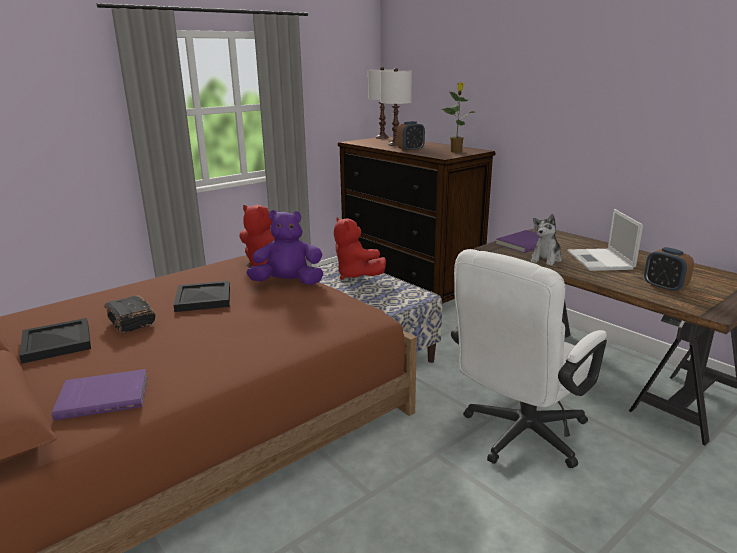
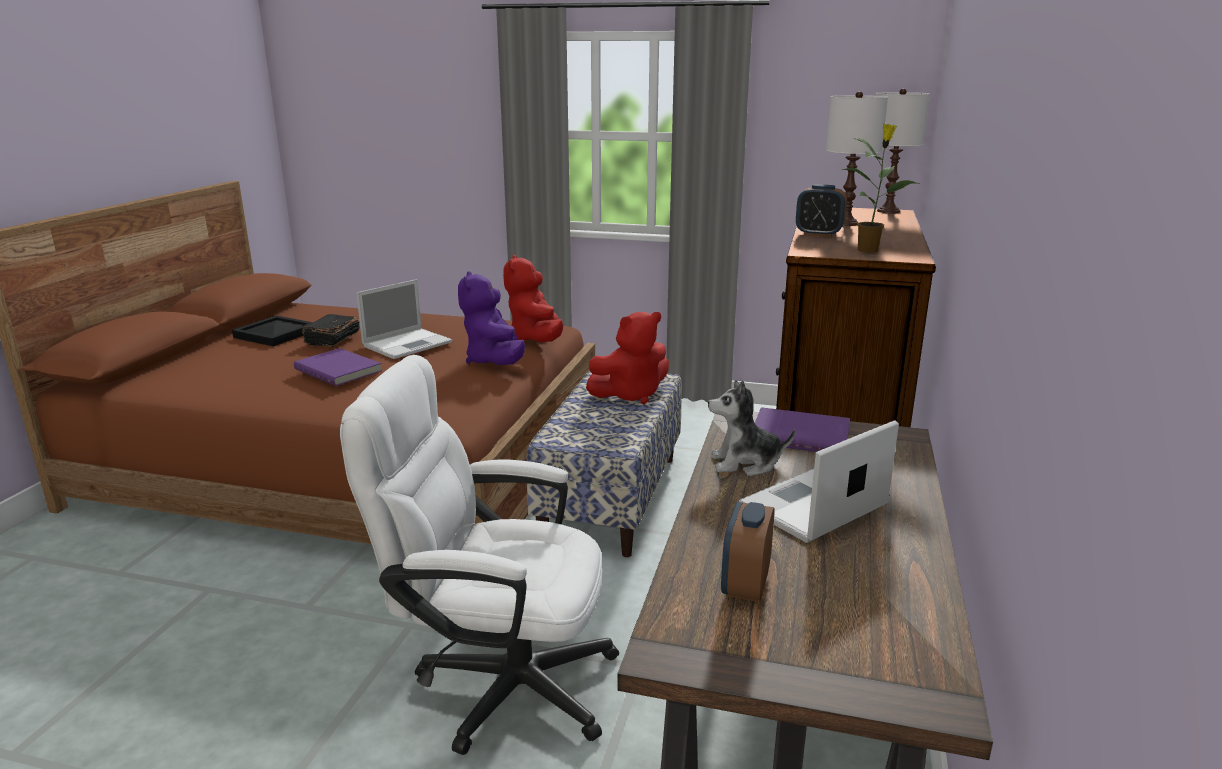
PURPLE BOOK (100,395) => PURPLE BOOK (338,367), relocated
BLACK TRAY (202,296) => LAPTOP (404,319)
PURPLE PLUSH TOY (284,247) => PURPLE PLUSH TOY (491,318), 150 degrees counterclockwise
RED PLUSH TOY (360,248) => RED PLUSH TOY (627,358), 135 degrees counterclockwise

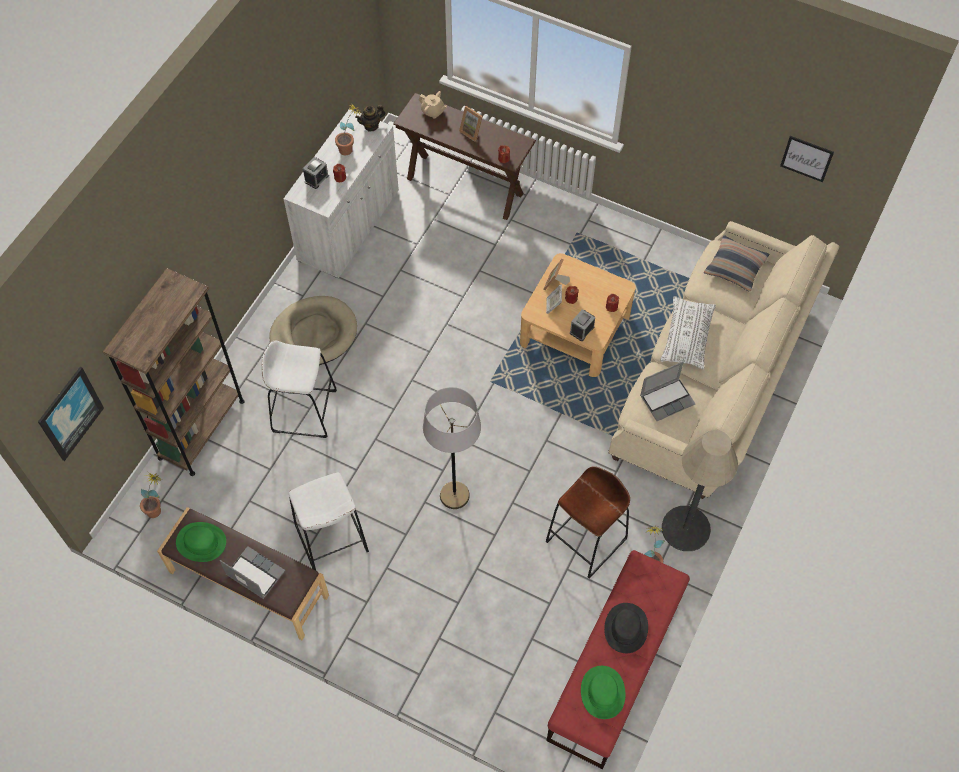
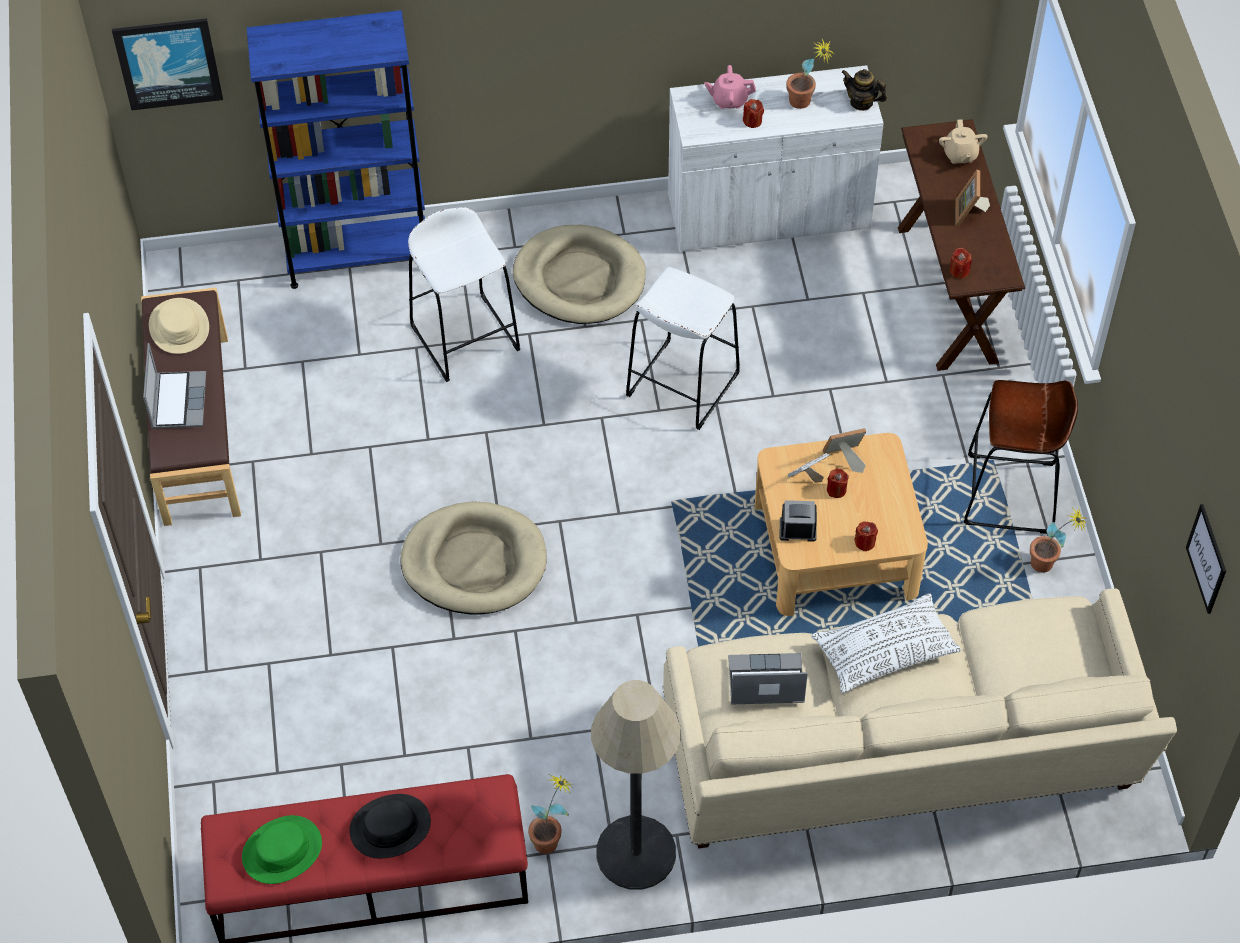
GREEN HAT (201,542) => BEIGE HAT (179,326)
BROWN BOOKCASE (174,372) => BLUE BOOKCASE (335,149)
GREY FLOOR LAMP (452,448) => BEIGE DOG BED (473,558)
WHITE STOOL (329,521) => WHITE STOOL (683,348), relocated
ALARM CLOCK (316,173) => PINK TEAPOT (730,87)
LAPTOP (668,391) => LAPTOP (768,678), 150 degrees clockwise
BROWN STOOL (587,522) => BROWN STOOL (1021,457), relocated
POTTED PLANT (151,495) => POTTED PLANT (1058,541), relocated
PILLOW (736,263) => nothing

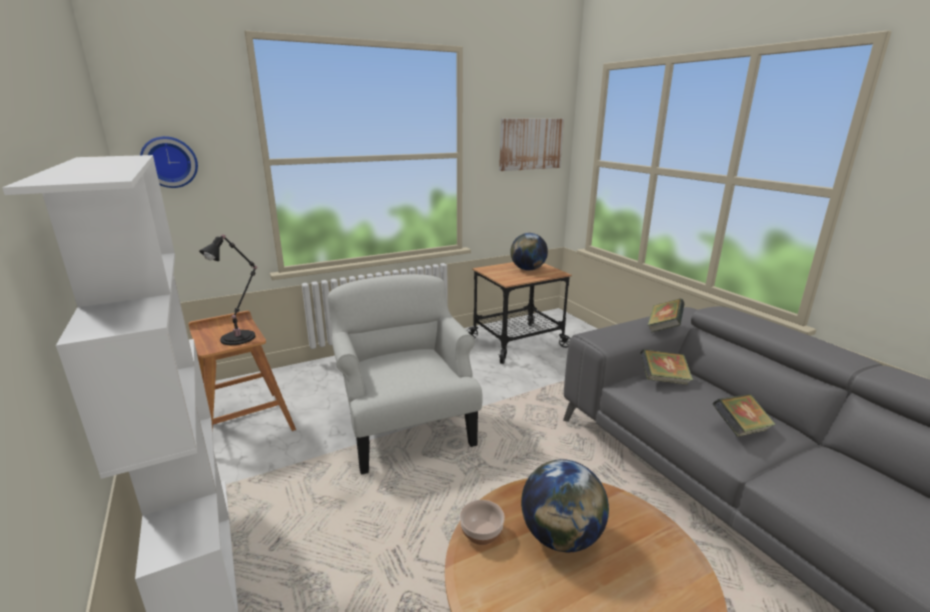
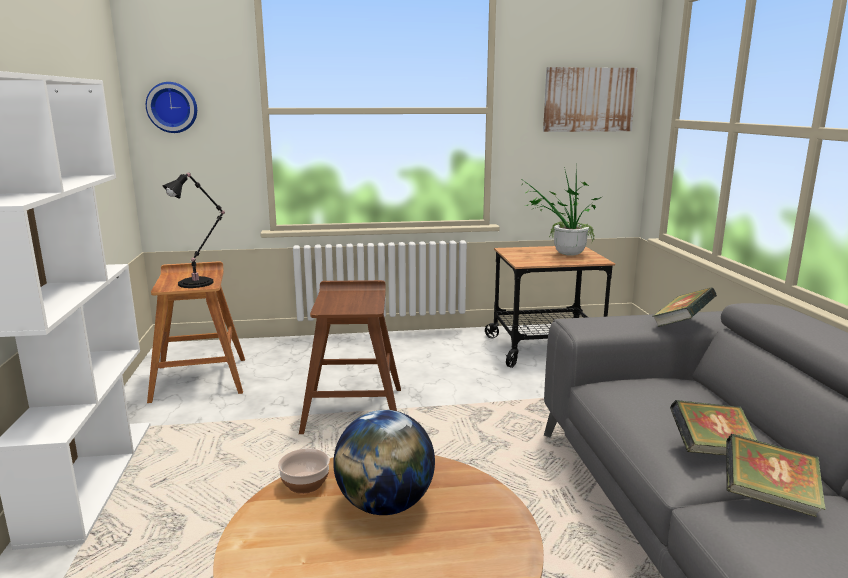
WHITE ARMCHAIR (405,374) => BROWN STOOL (350,357)
GLOBE (529,251) => POTTED PLANT (560,211)
BOOK (666,367) => BOOK (776,475), relocated

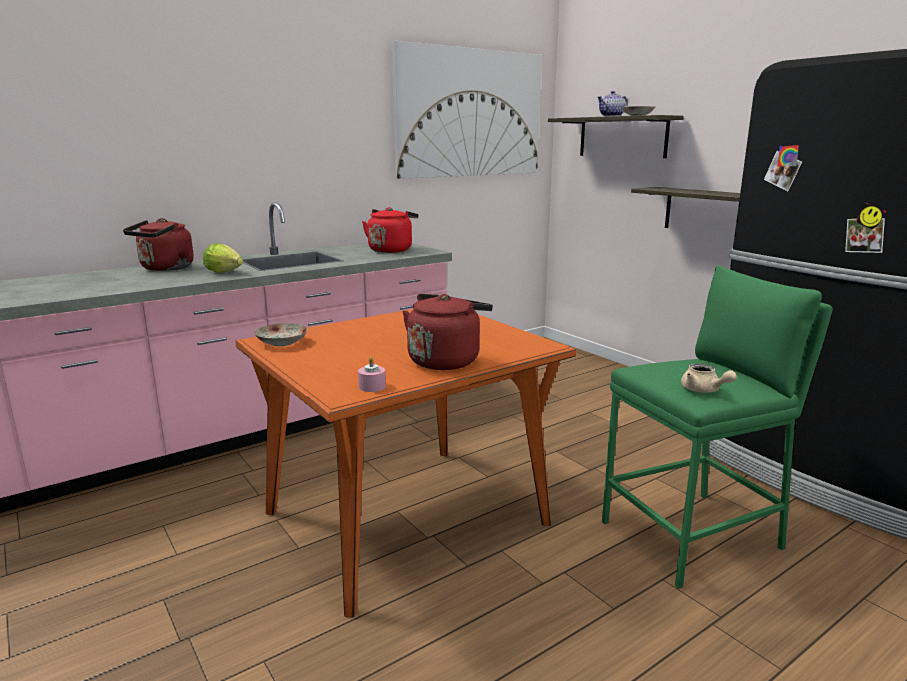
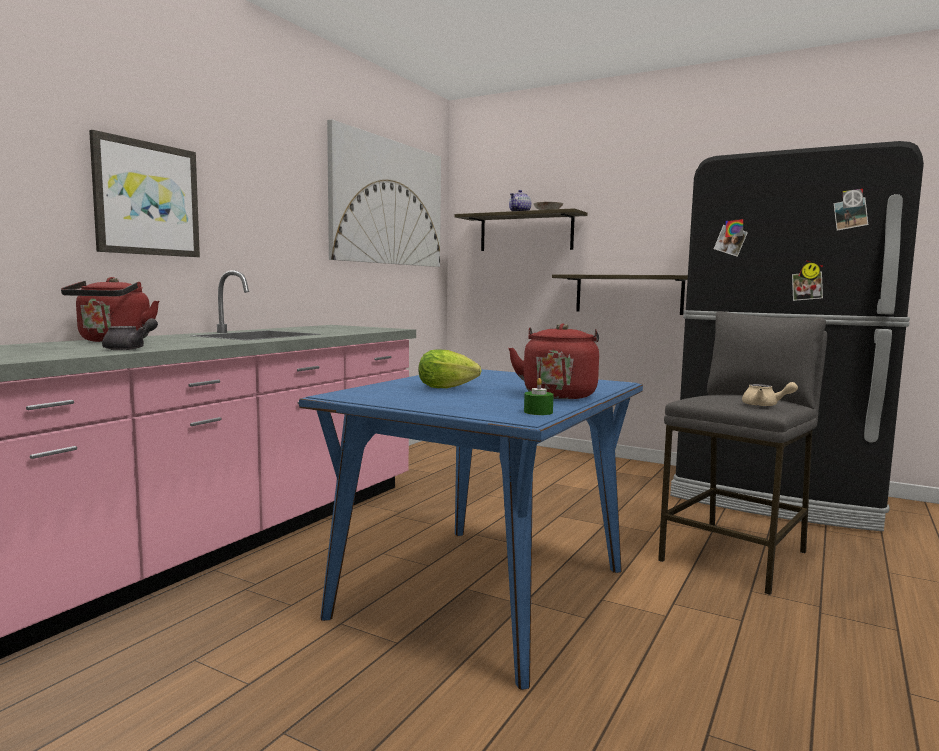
nothing => PICTURE (144,193)
nothing => GREY TEAPOT (130,334)
ORANGE DINING TABLE (405,463) => BLUE DINING TABLE (471,529)
LETTUCE (223,258) => LETTUCE (450,368), relocated
PINK CANDLE (372,374) => GREEN CANDLE (539,396)
GREEN STOOL (717,427) => GREY STOOL (742,453)
PLATE (281,334) => nothing
RED KETTLE (390,230) => nothing

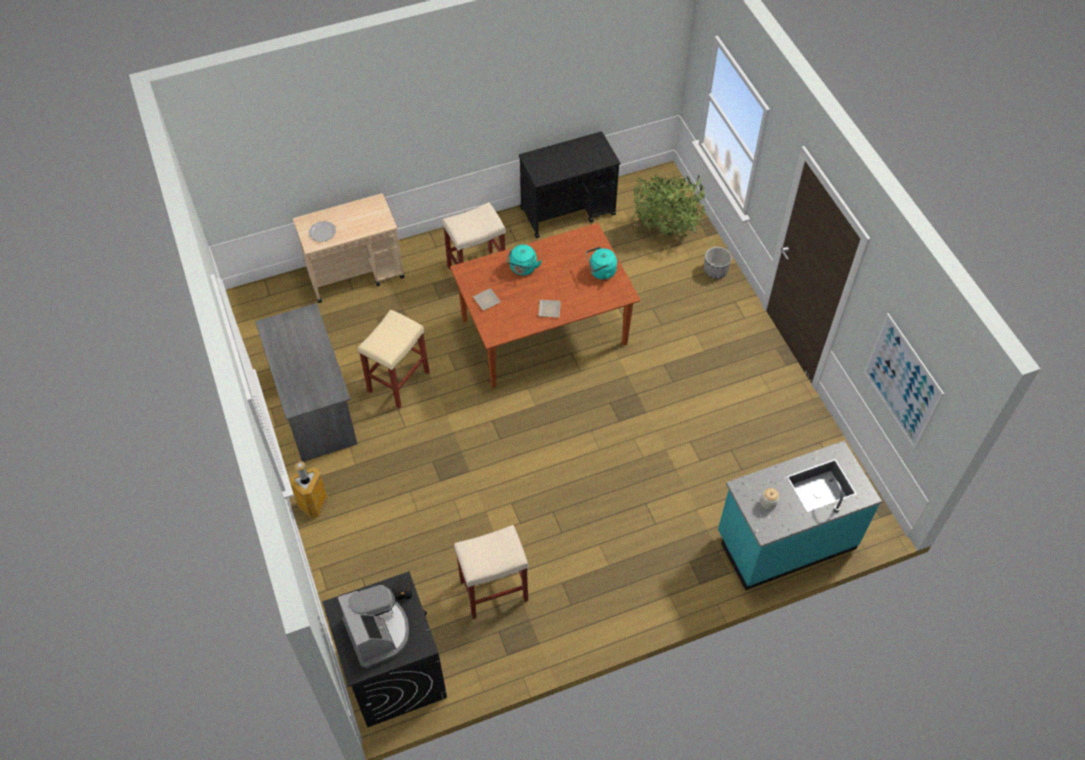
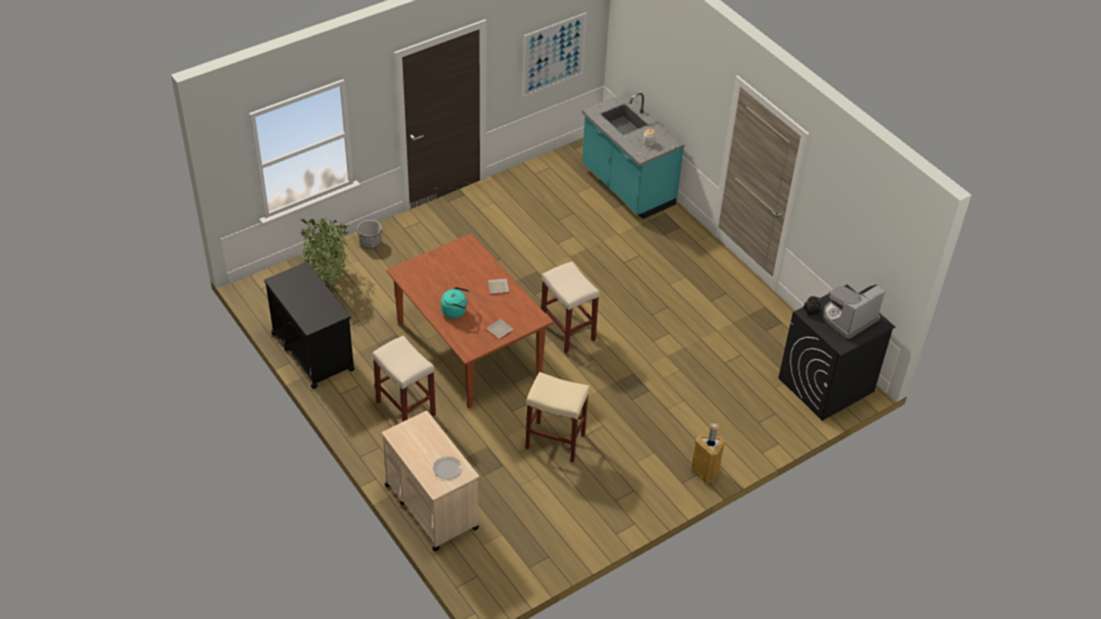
BEIGE STOOL (491,572) => BEIGE STOOL (570,307), relocated
GREY DESK (306,382) => nothing
TURQUOISE KETTLE (601,263) => nothing

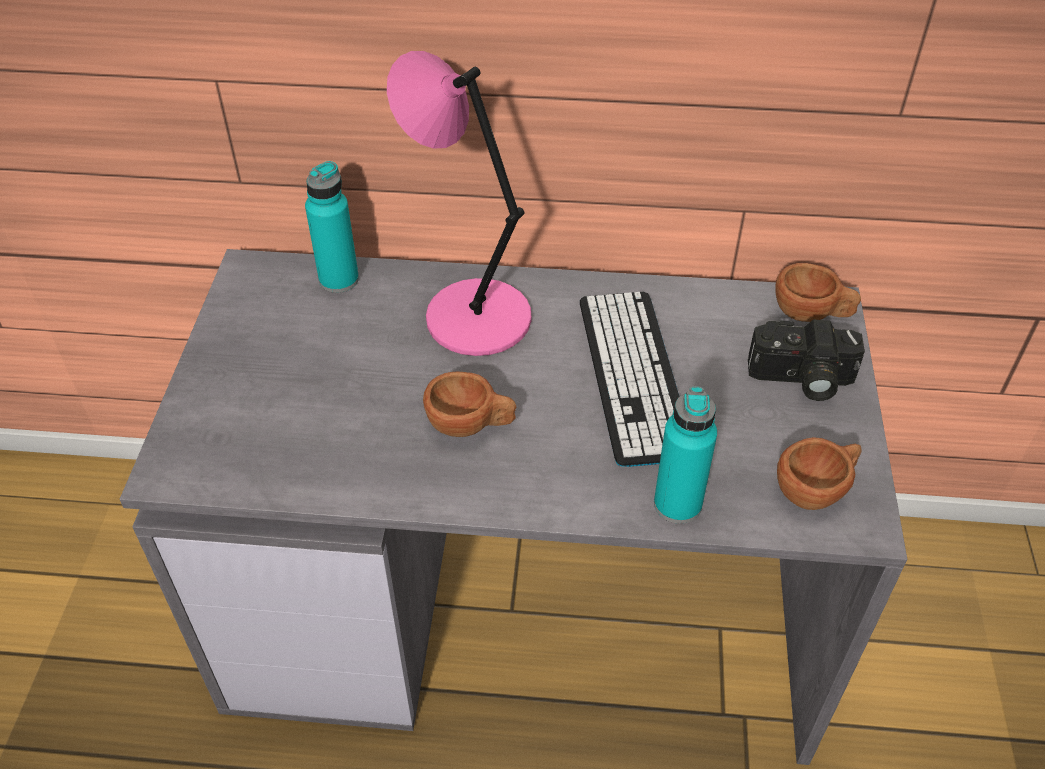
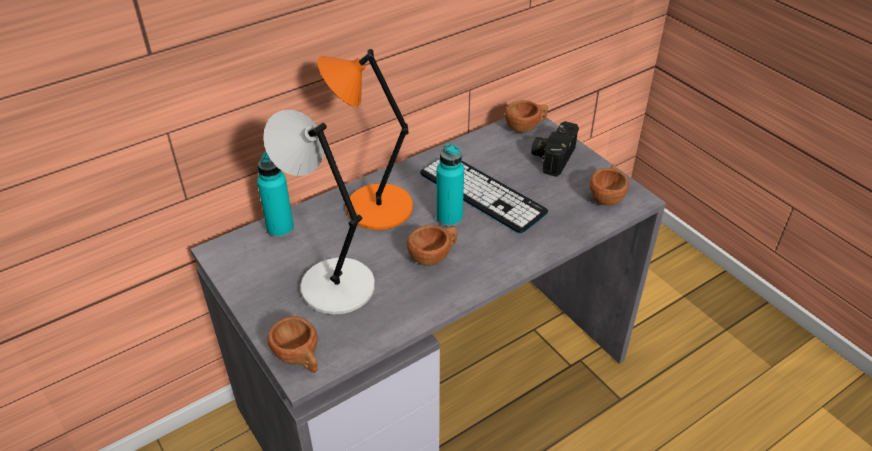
nothing => GREY TABLE LAMP (319,212)
nothing => BROWN CUP (292,344)
PINK TABLE LAMP (459,203) => ORANGE TABLE LAMP (365,139)
TURQUOISE BOTTLE (685,455) => TURQUOISE BOTTLE (450,185), relocated
PHOTO CAMERA (806,360) => PHOTO CAMERA (555,149), 150 degrees clockwise

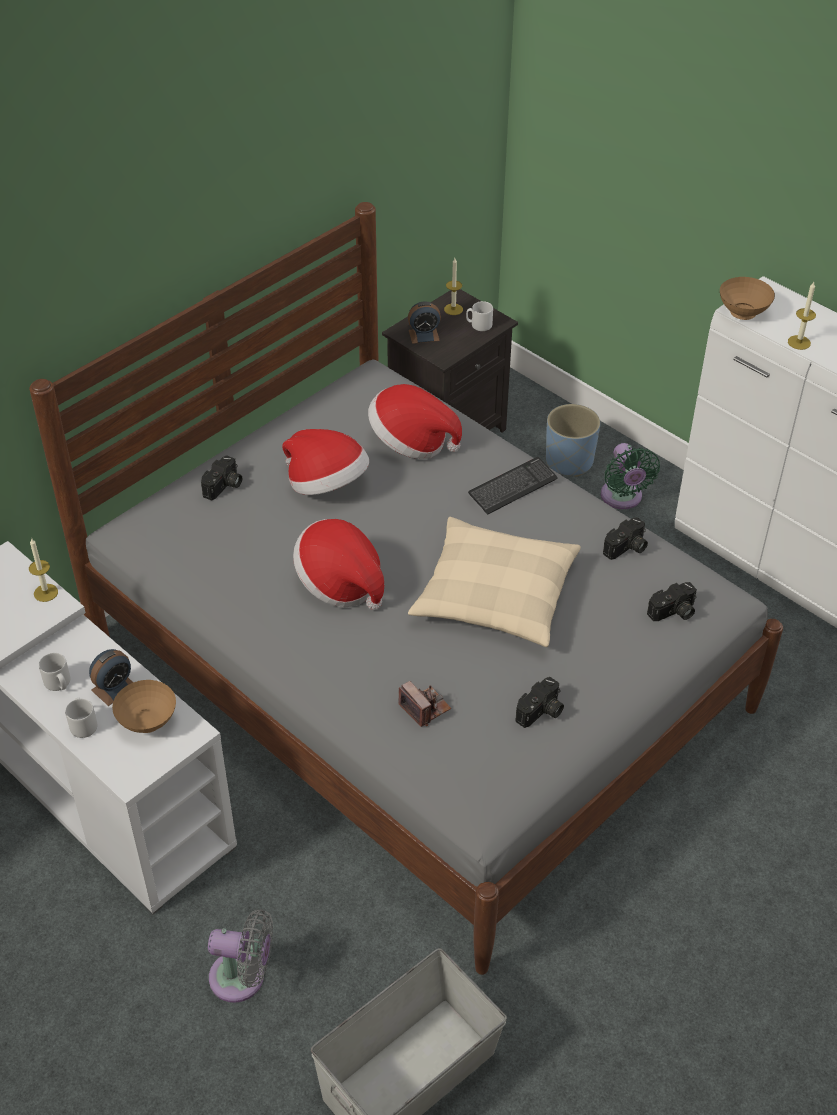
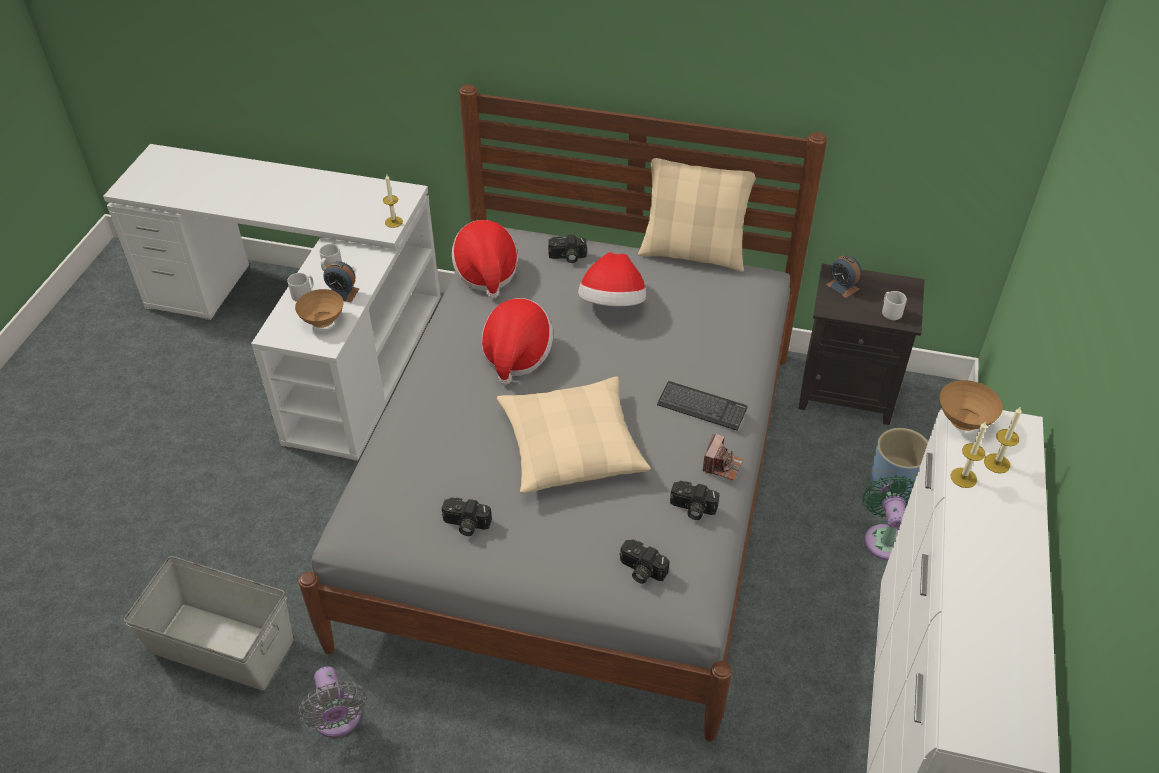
GREY FAN (240,955) => GREY FAN (332,702), relocated
HAT (415,421) => HAT (485,259), relocated
nothing => BEIGE PILLOW (697,215)
PHOTO CAMERA (424,704) => PHOTO CAMERA (723,456), relocated
GREEN FAN (630,476) => GREEN FAN (888,517), 135 degrees clockwise
CANDLE (453,286) => CANDLE (1003,440), relocated

